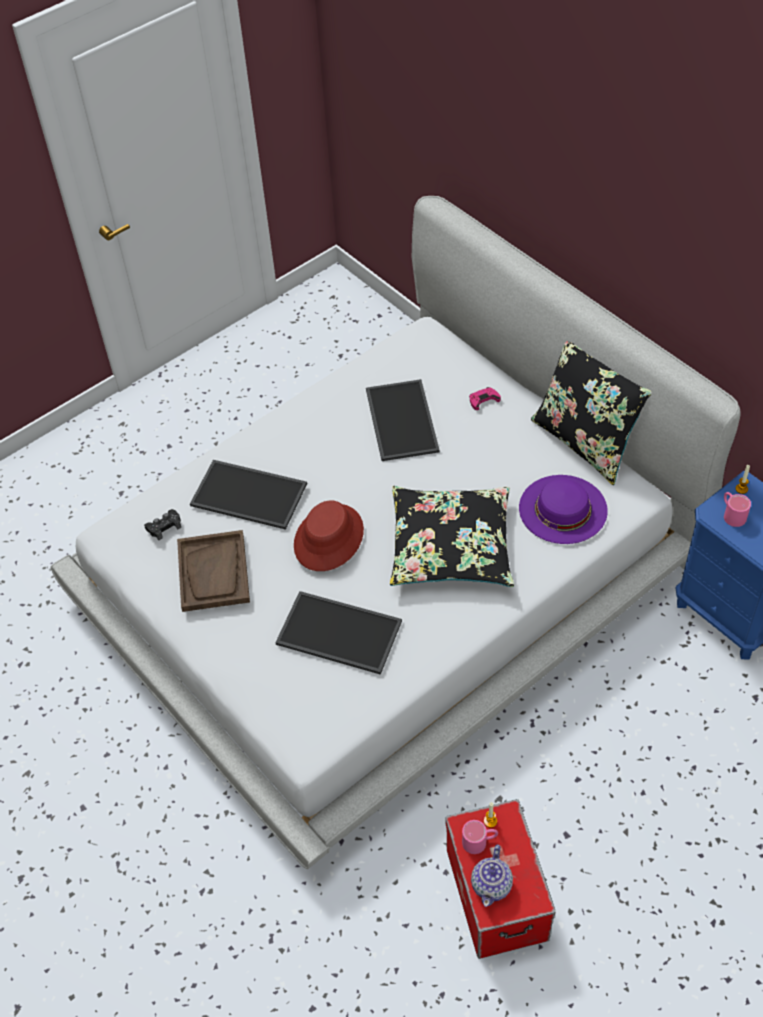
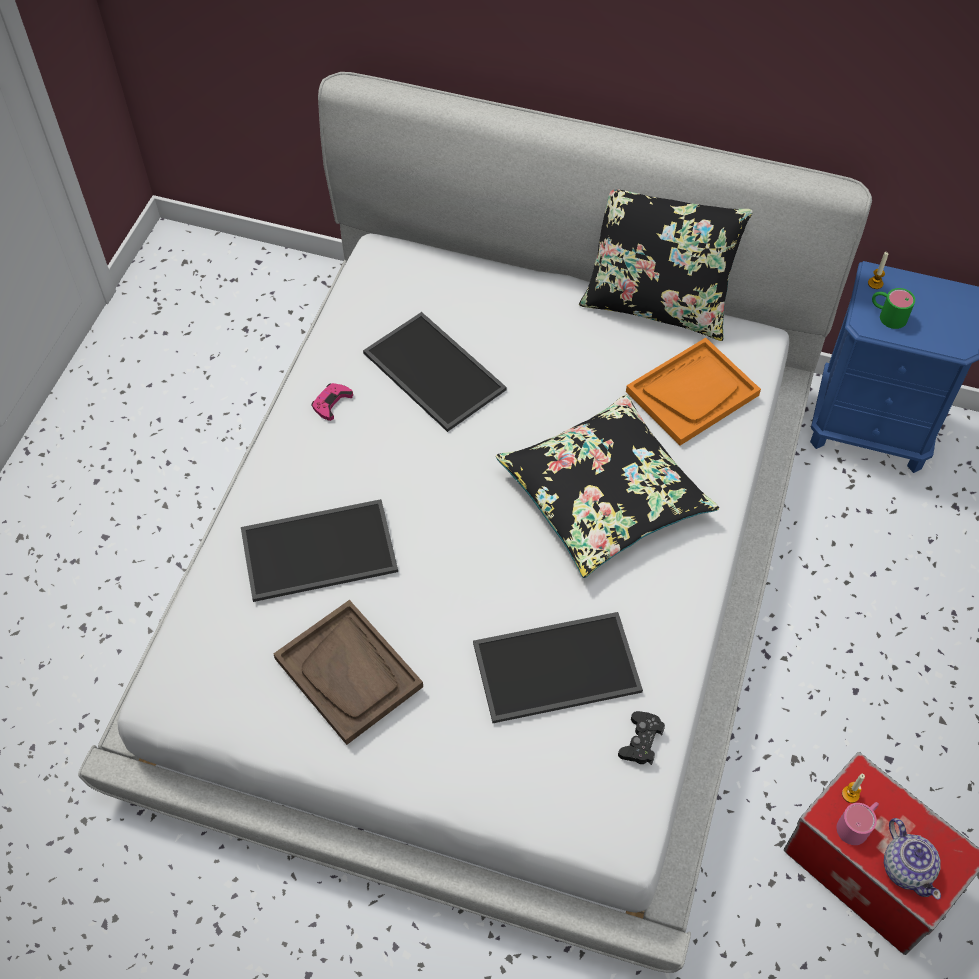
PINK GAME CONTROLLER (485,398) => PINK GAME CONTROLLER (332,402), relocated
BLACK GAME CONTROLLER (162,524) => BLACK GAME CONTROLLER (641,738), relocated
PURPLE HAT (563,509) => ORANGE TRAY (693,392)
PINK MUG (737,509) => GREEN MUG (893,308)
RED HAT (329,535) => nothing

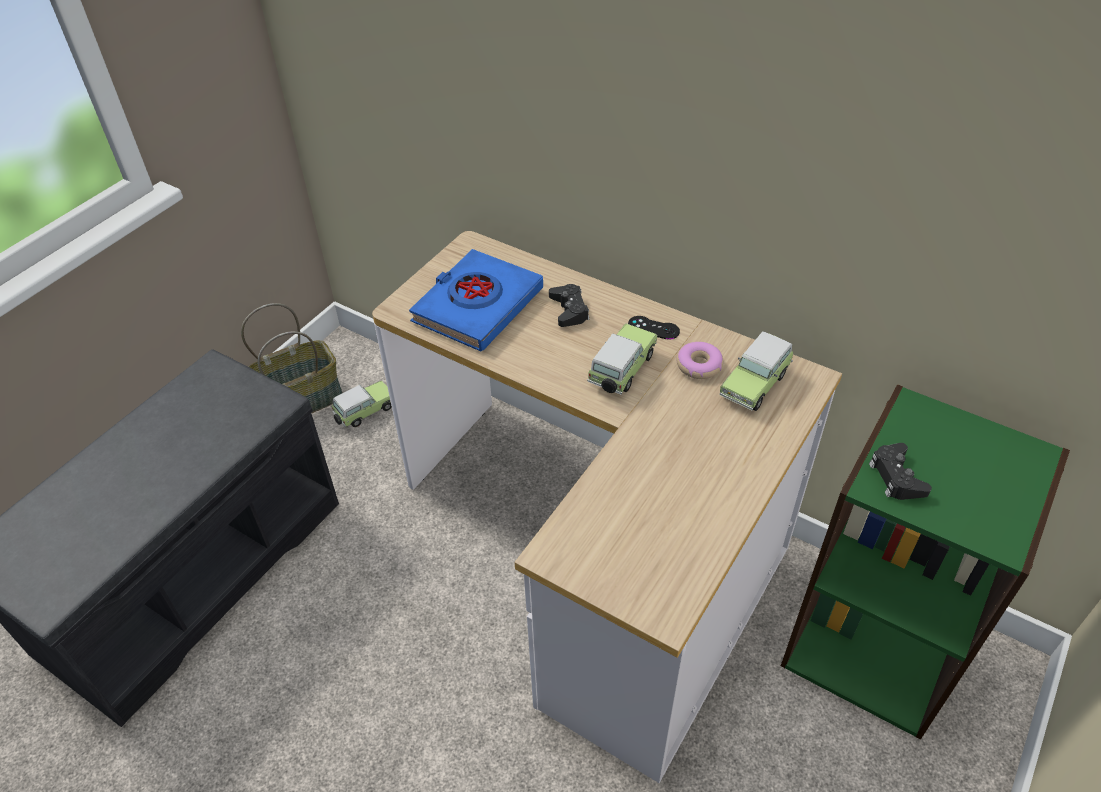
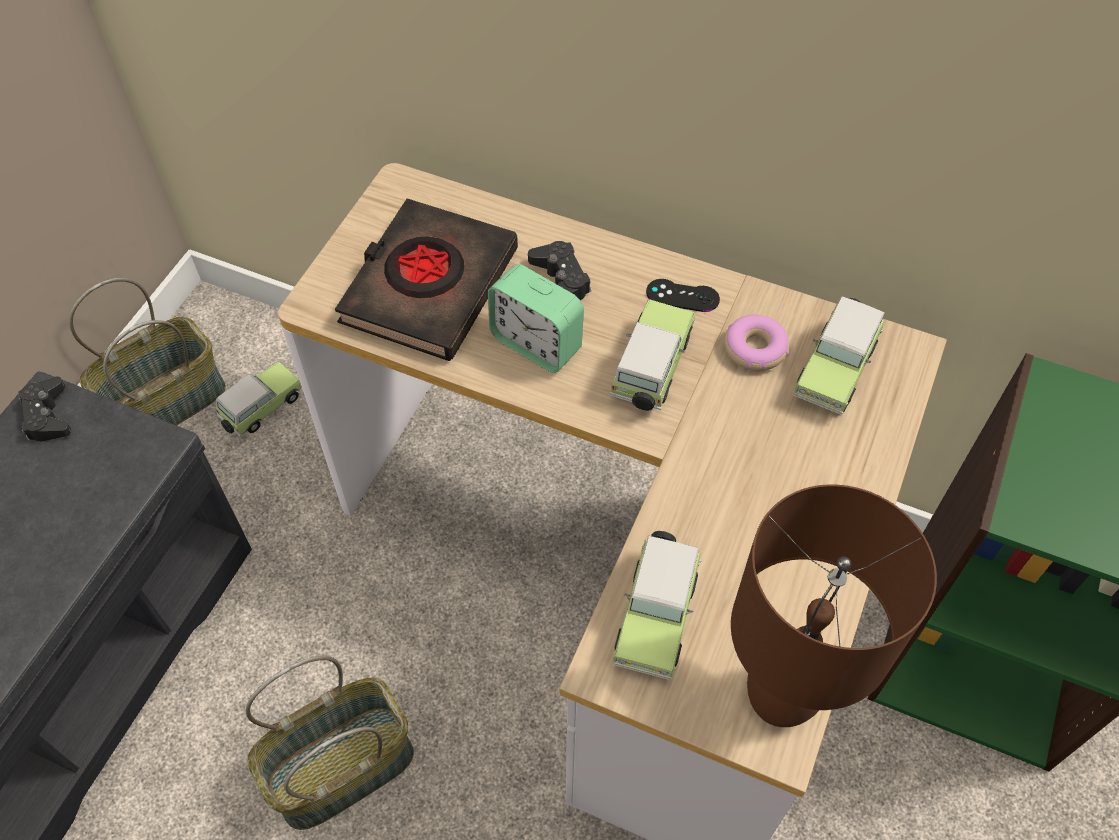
BLACK GAME CONTROLLER (900,471) => BLACK GAME CONTROLLER (44,409), relocated
nothing => BASKET (330,743)
BLUE BOOK (476,300) => BLACK BOOK (426,279)
nothing => ALARM CLOCK (536,318)
nothing => TOY CAR (657,605)
nothing => BROWN TABLE LAMP (834,605)

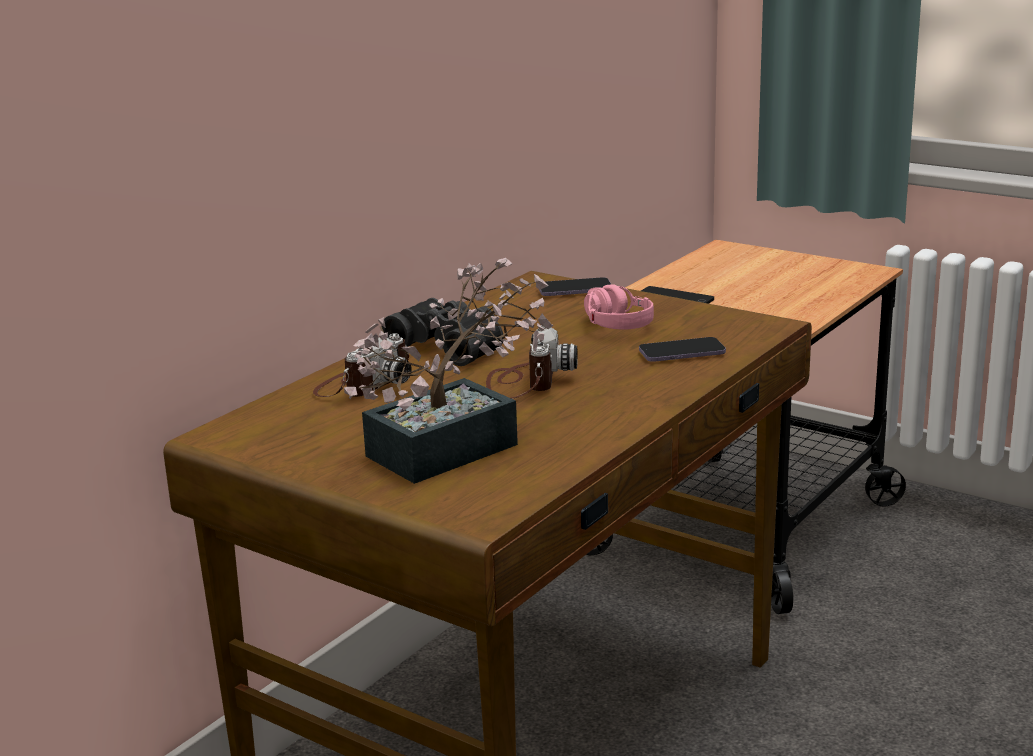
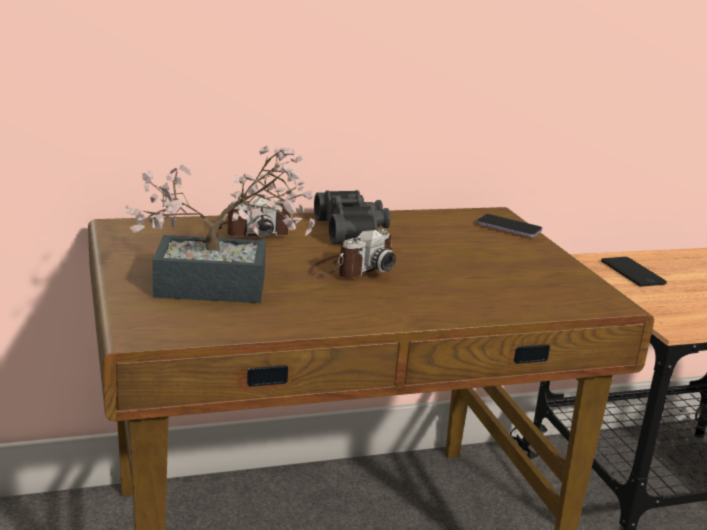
PINK HEADPHONES (619,307) => nothing
PHONE (682,349) => nothing

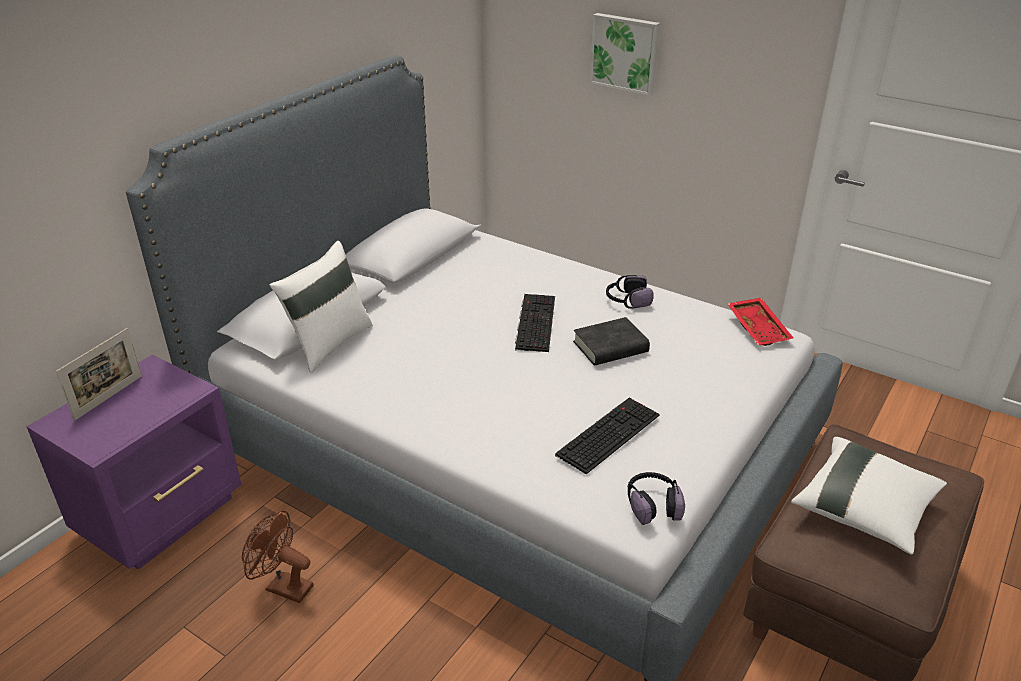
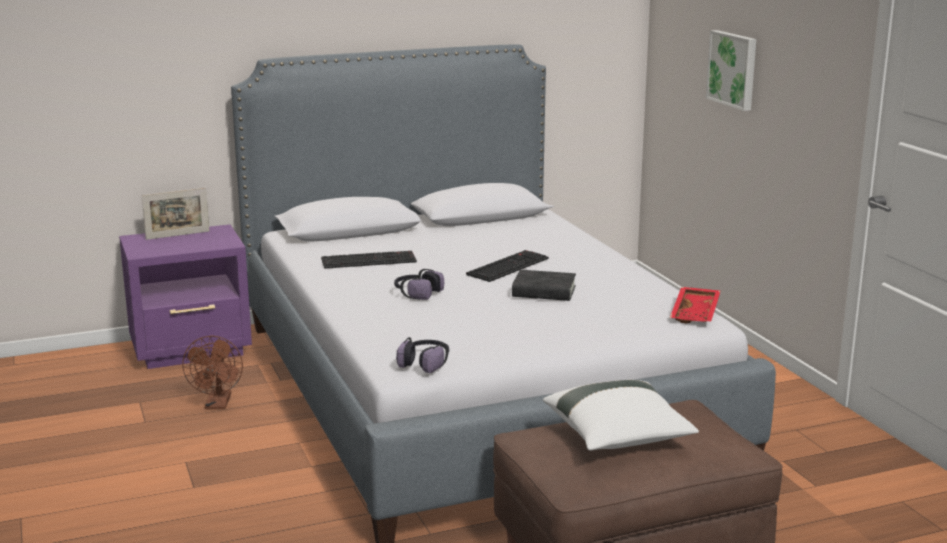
BROWN FAN (277,557) => BROWN FAN (212,372), 150 degrees counterclockwise
KEYBOARD (607,436) => KEYBOARD (369,260), relocated
HEADPHONES (630,291) => HEADPHONES (419,284), relocated
WHITE PILLOW (320,307) => nothing

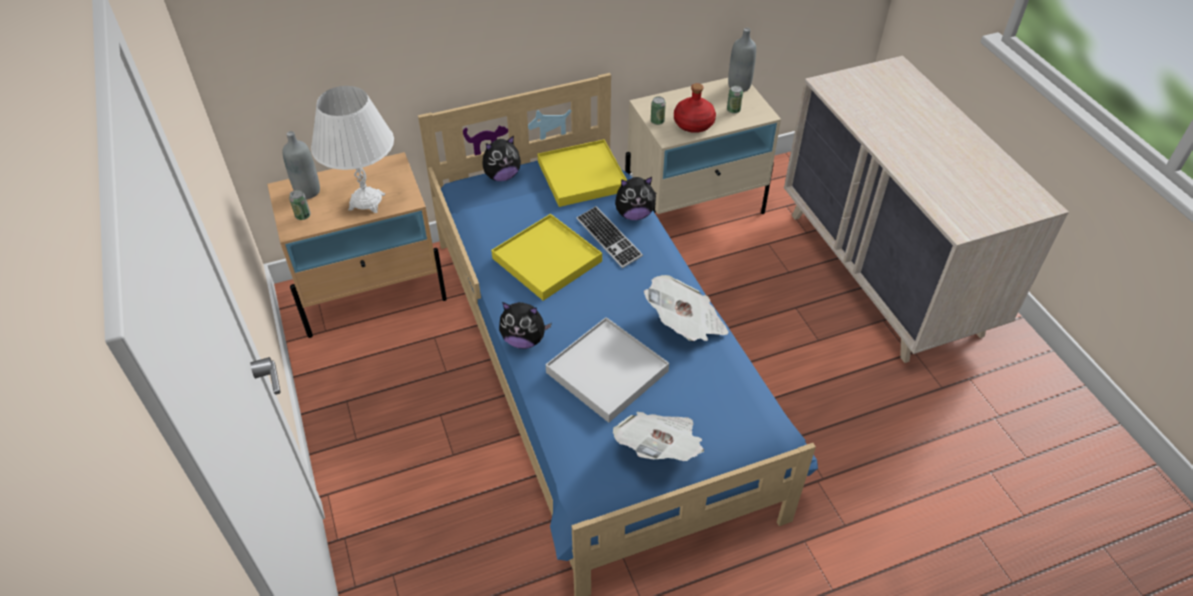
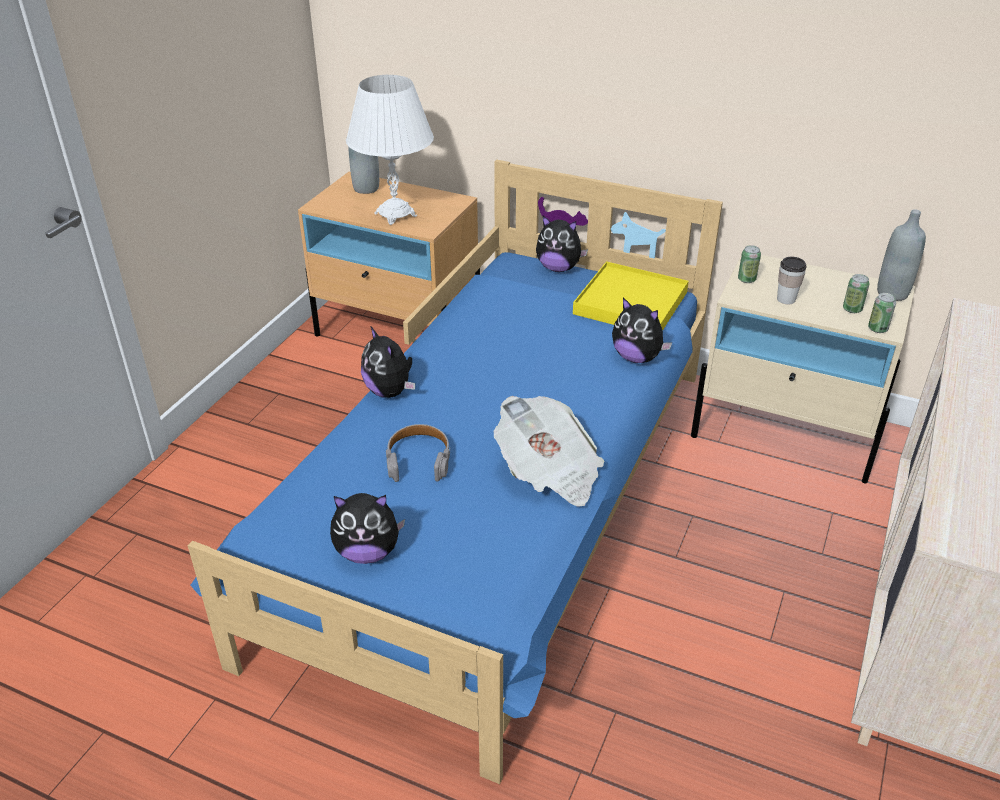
NEWSPAPER (658,436) => PLUSH TOY (367,528)
WHITE TRAY (607,370) => GREY HEADPHONES (418,453)
RED BOTTLE (695,108) => CUP (792,280)
CAN (300,205) => CAN (882,313), relocated
YELLOW TRAY (546,257) => nothing
KEYBOARD (610,237) => nothing

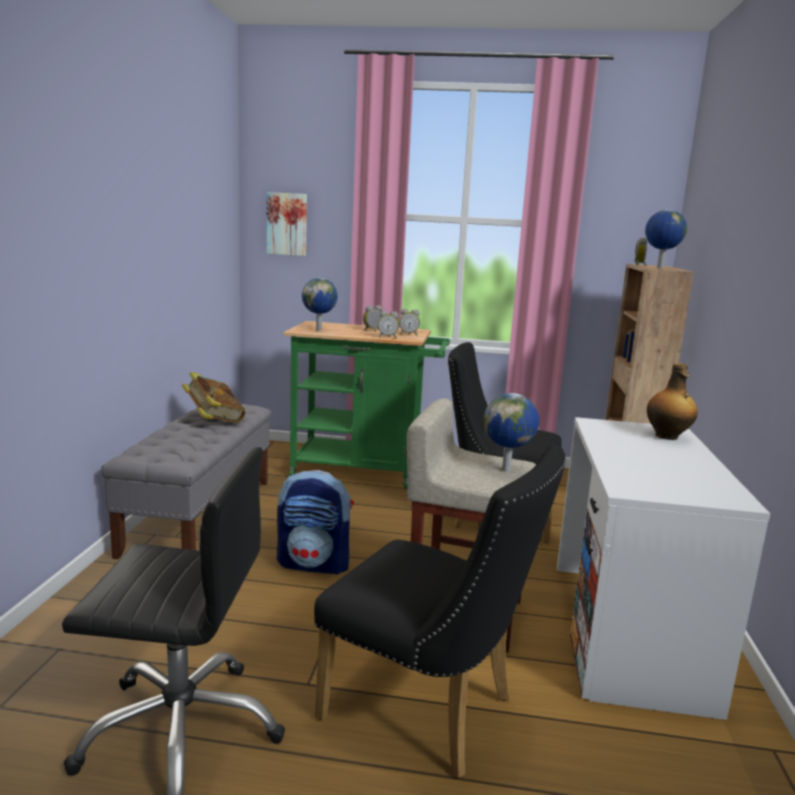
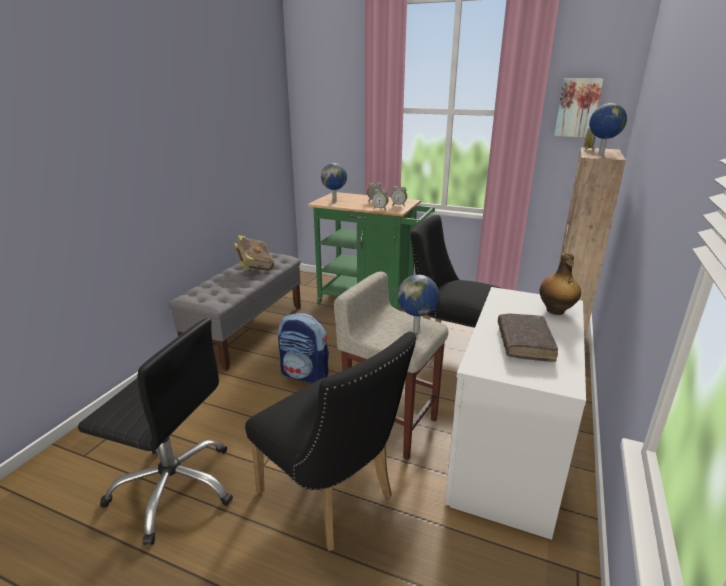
nothing => BROWN BOOK (528,337)
PICTURE (287,224) => PICTURE (578,108), relocated

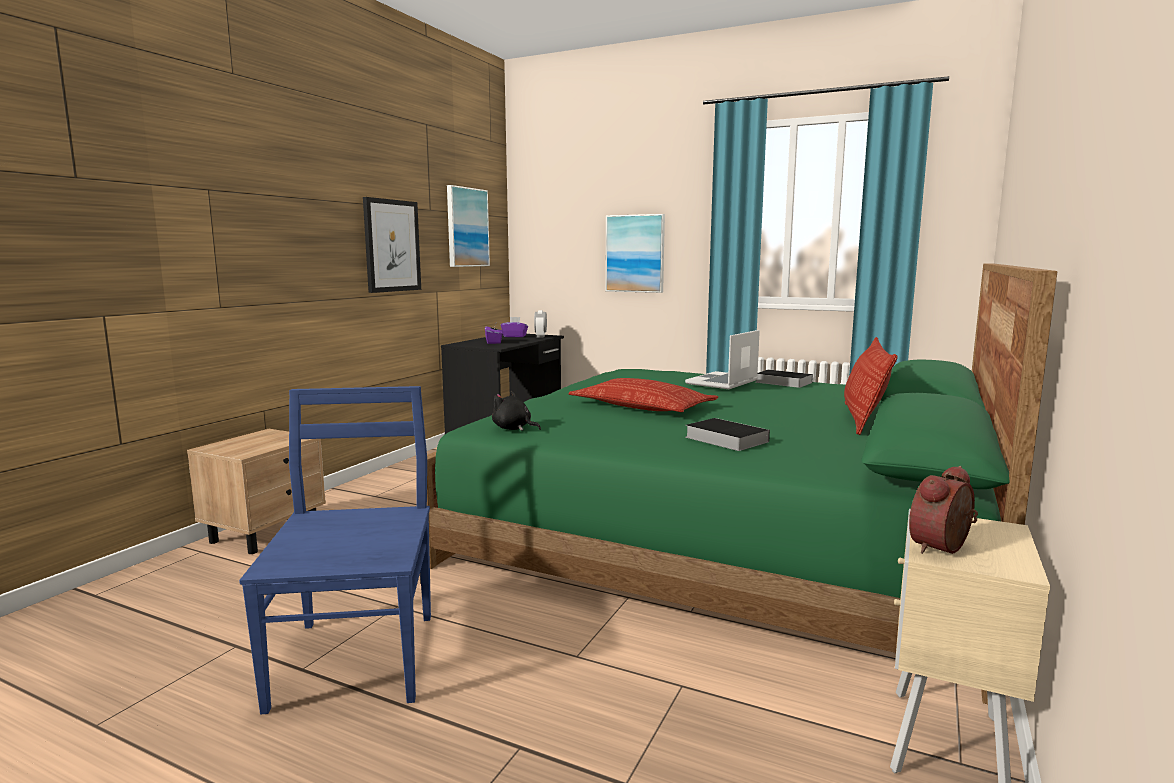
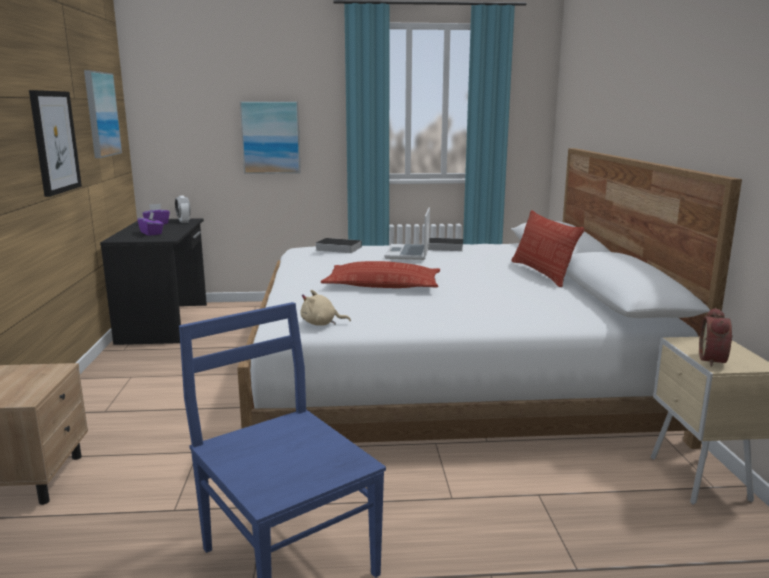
GREEN BED (742,483) => WHITE BED (489,298)
BLACK PLUSH TOY (516,411) => BEIGE PLUSH TOY (326,308)
BOOK (727,434) => BOOK (338,245), relocated

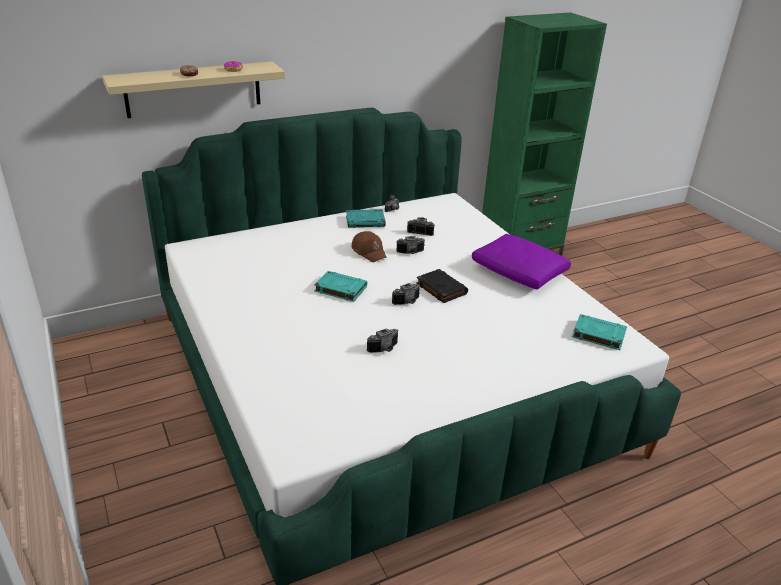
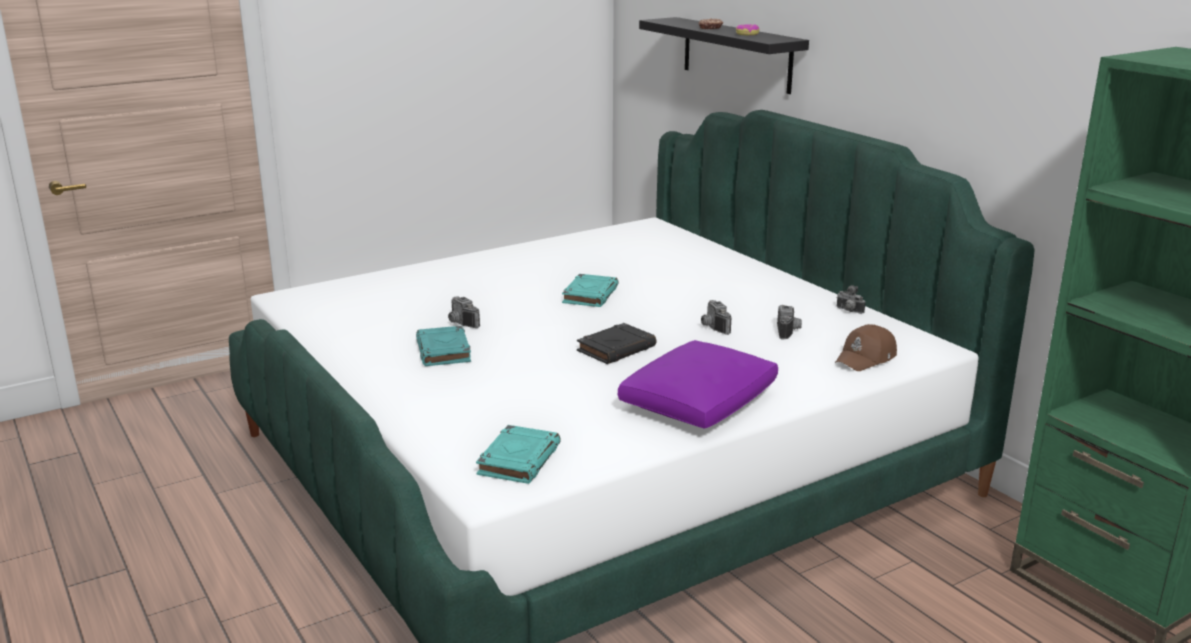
TURQUOISE BOOK (365,218) => TURQUOISE BOOK (443,346), relocated
BEIGE SHELF (193,90) => BLACK SHELF (724,55)
BROWN CAP (369,246) => BROWN CAP (866,347), relocated
PHOTO CAMERA (406,294) => nothing

